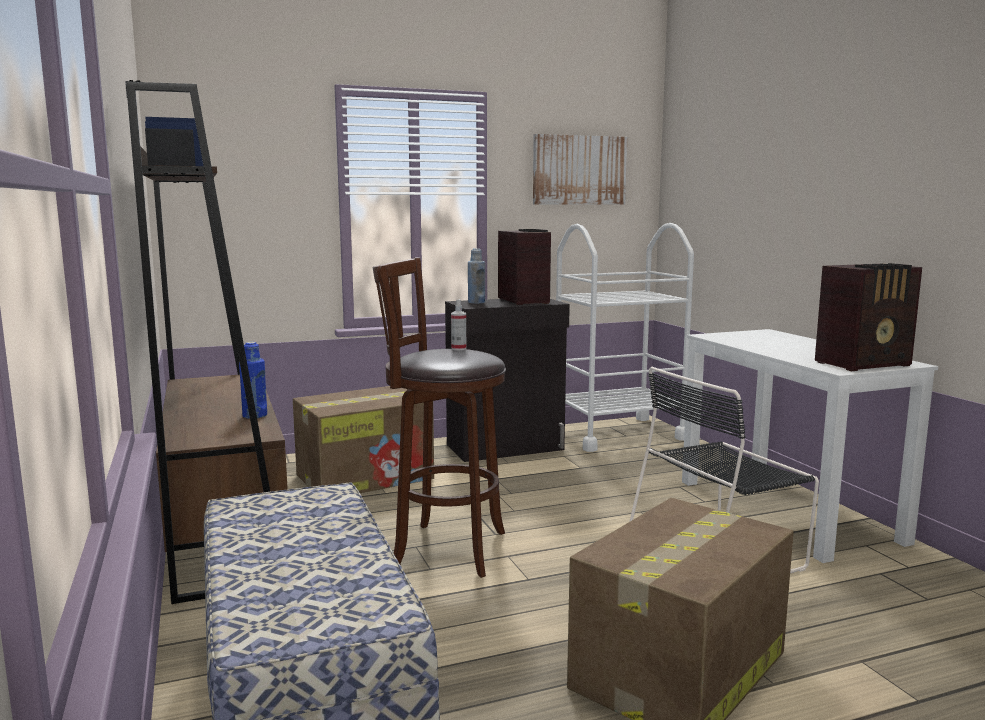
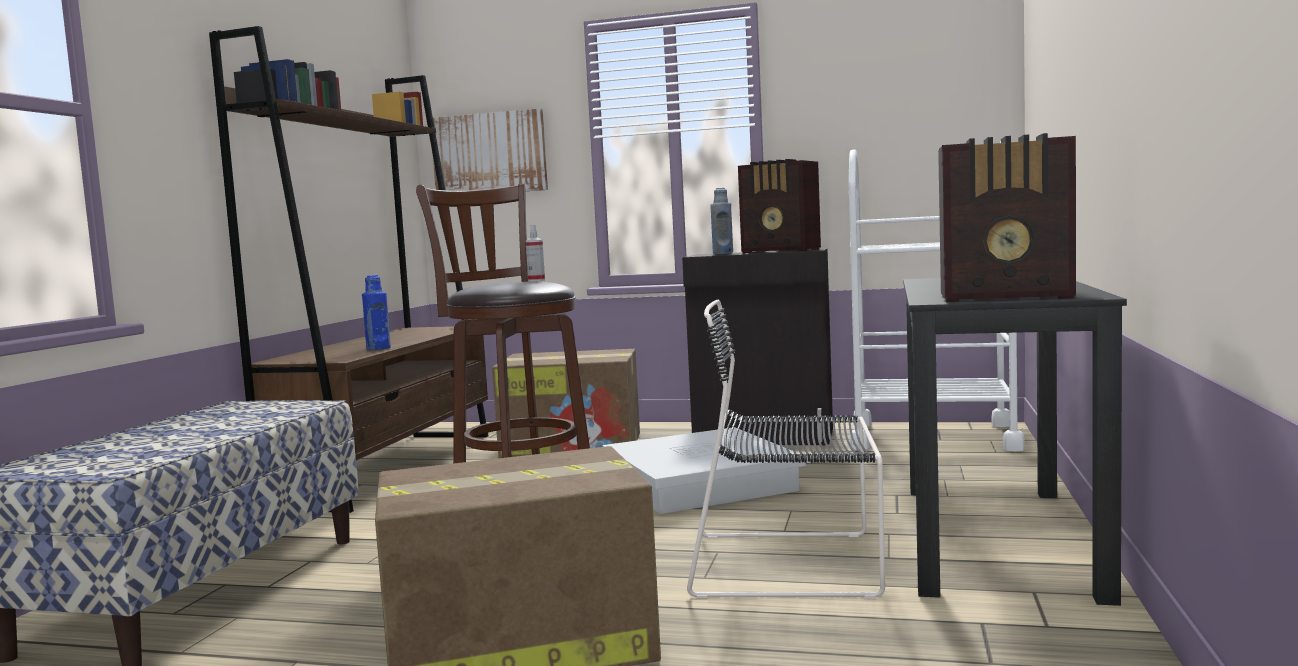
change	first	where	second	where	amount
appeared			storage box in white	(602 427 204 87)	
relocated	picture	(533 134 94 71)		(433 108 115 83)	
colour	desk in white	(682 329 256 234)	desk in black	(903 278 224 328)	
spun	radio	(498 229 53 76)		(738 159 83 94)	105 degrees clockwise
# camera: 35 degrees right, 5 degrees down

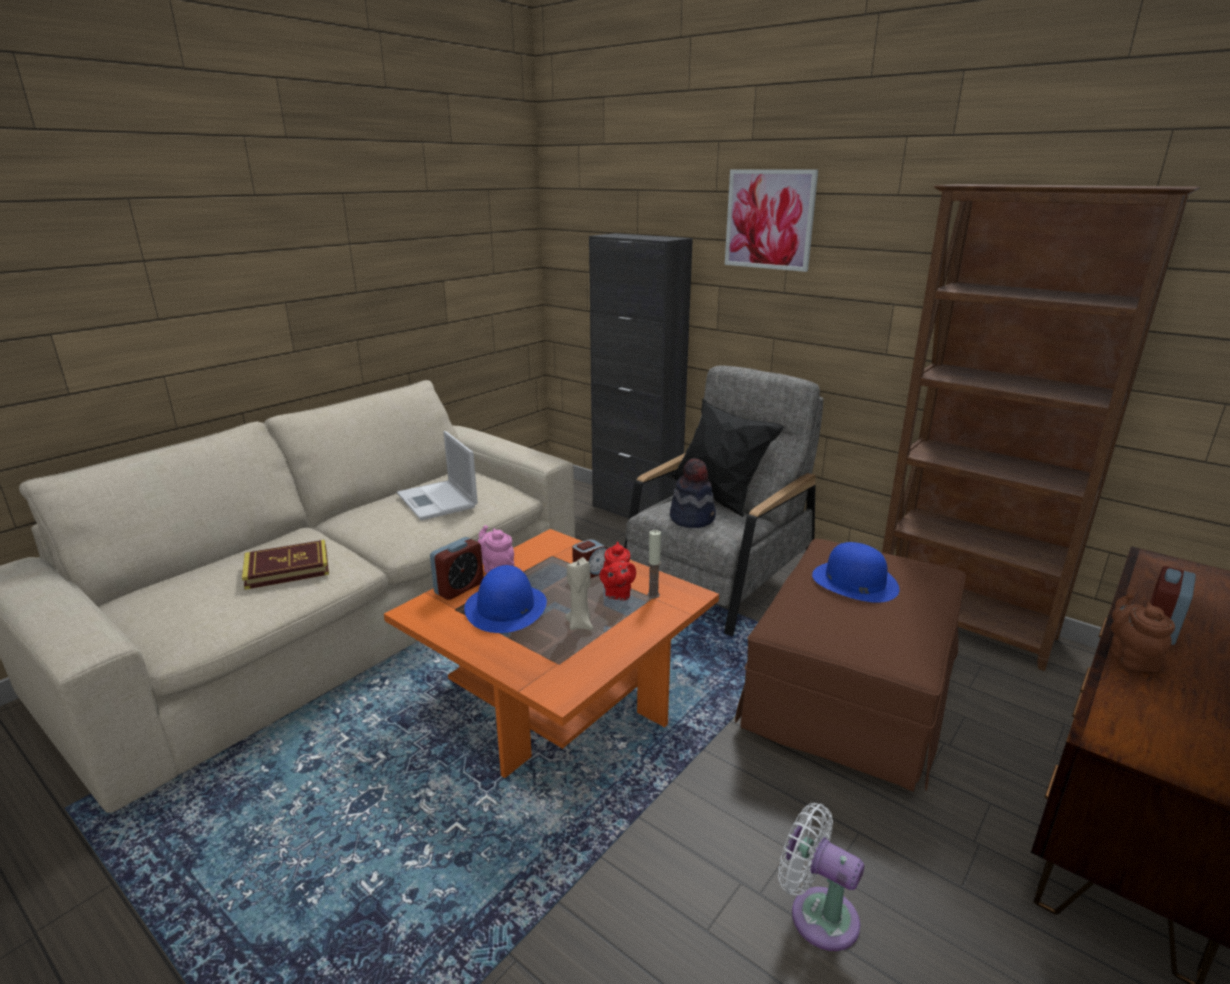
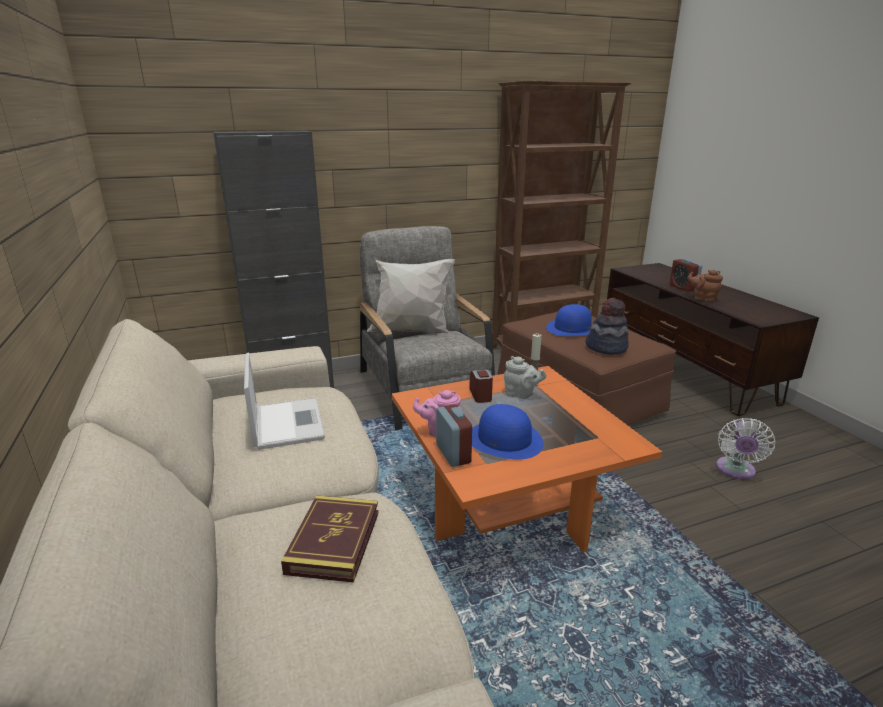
change	first	where	second	where	amount
missing	candle in beige	(565 557 28 73)			
missing	picture	(725 169 93 103)			
relocated	hat	(670 458 46 70)		(586 298 43 57)	
colour	teapot in red	(599 542 37 58)	teapot in grey	(504 356 43 43)	
colour	pillow in black	(667 398 117 119)	pillow in white	(367 259 88 74)	
spun	laptop	(397 431 81 90)		(244 353 81 97)	105 degrees counterclockwise
spun	fan in white	(778 803 86 148)		(716 418 59 62)	45 degrees counterclockwise
# camera: 60 degrees left, 0 degrees up

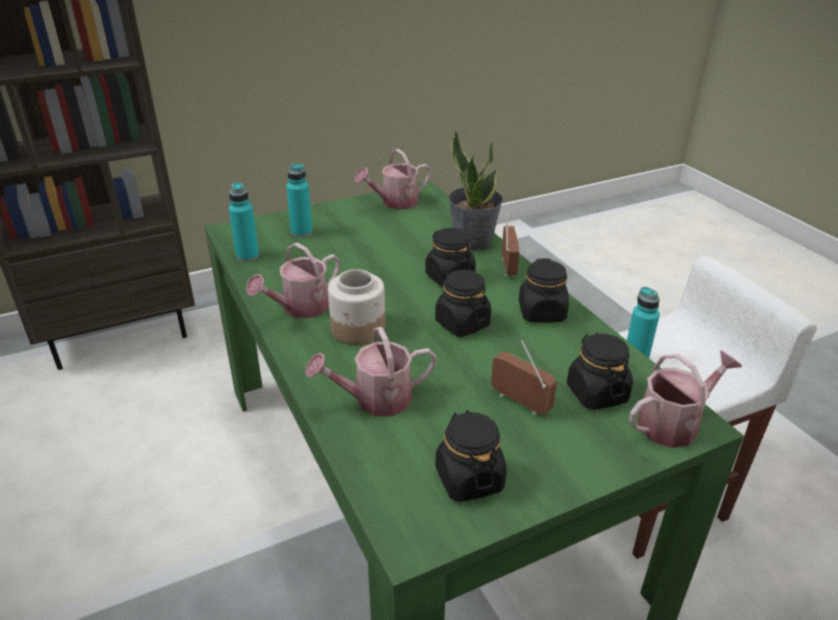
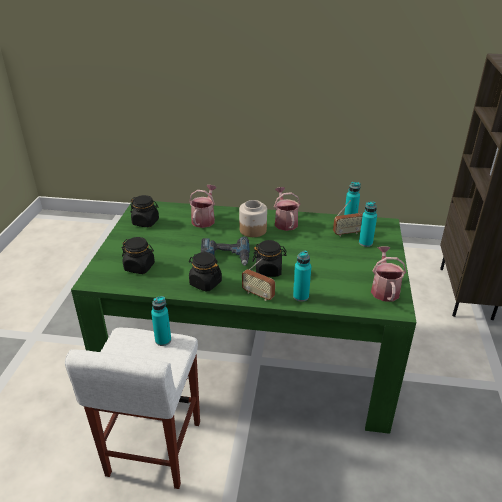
change	first	where	second	where	amount
missing	watering can	(629 350 113 98)			
relocated	radio	(491 340 66 75)		(333 200 30 36)	
exchanged	jar in black	(435 270 56 67)	power drill	(201 236 49 30)	
exchanged	potted plant	(448 130 55 121)	bottle in turquoise	(293 250 18 52)	
# camera: 125 degrees right, 0 degrees up

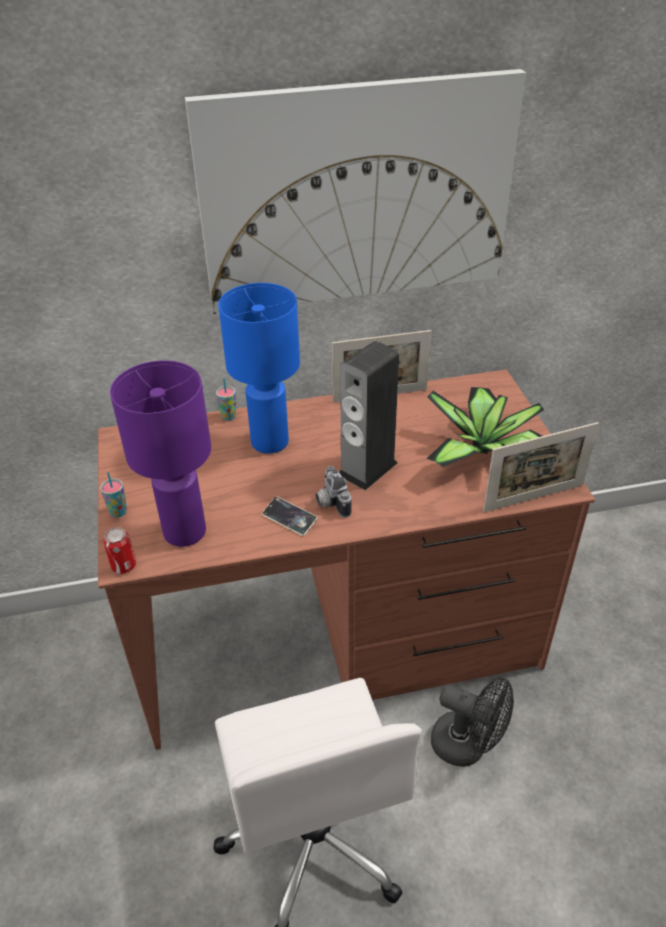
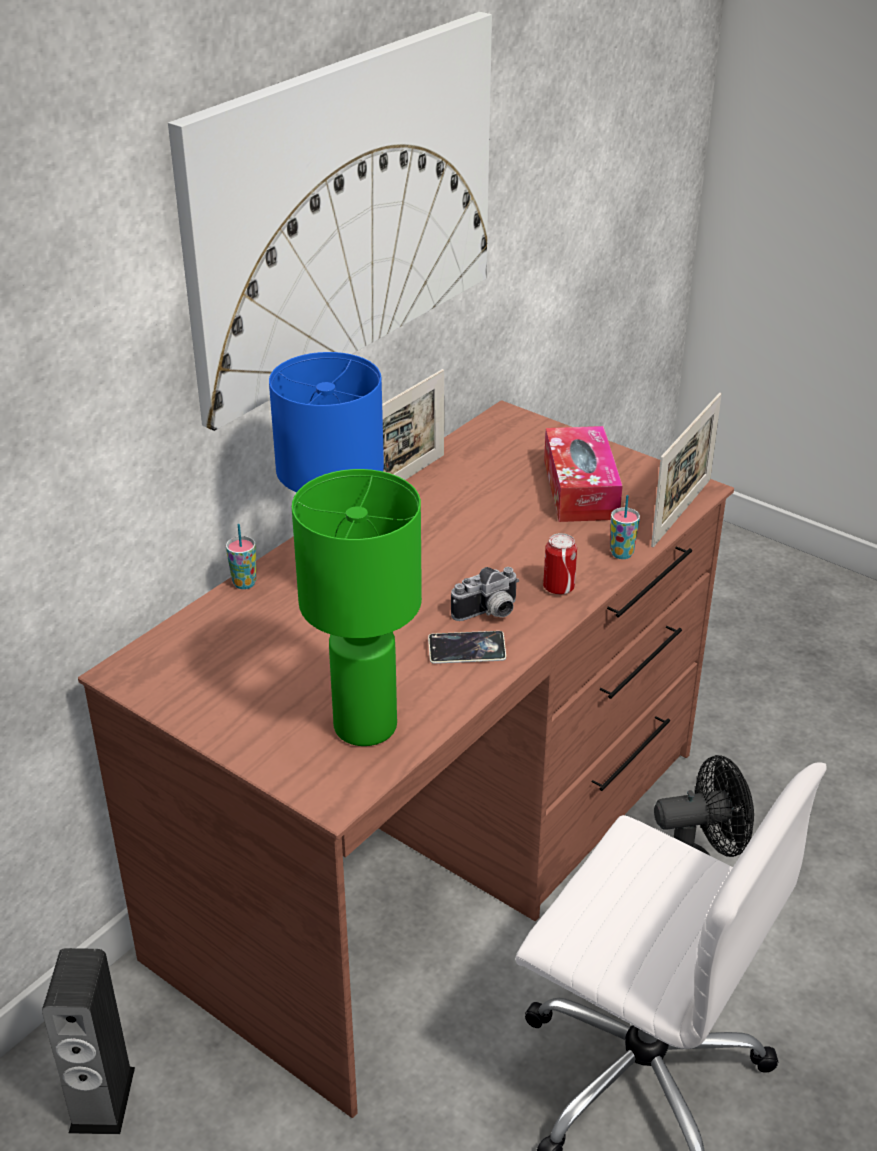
change	first	where	second	where	amount
relocated	cup	(100 472 27 45)		(610 495 30 64)	
relocated	can	(104 527 32 47)		(543 533 34 62)	
relocated	speaker	(339 341 60 149)		(42 948 93 186)	
exchanged	potted plant	(427 387 117 80)	tissue box	(544 426 79 96)	
colour	table lamp in purple	(110 360 101 187)	table lamp in green	(292 469 130 277)	
spun	photo camera	(316 466 35 52)		(451 567 68 54)	60 degrees counterclockwise
# camera: 40 degrees left, 5 degrees down

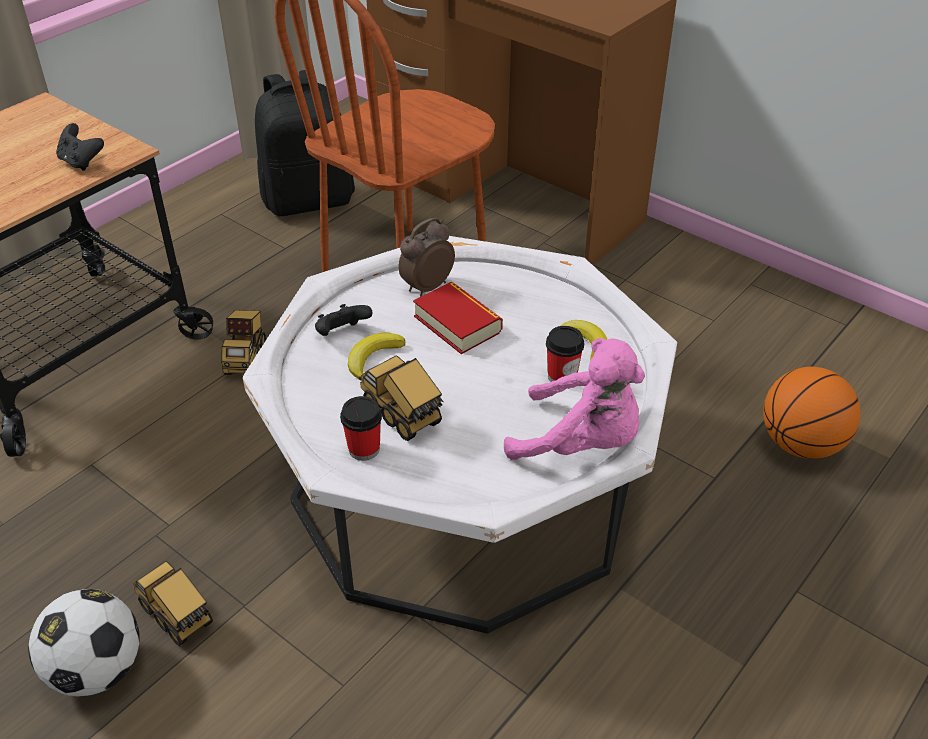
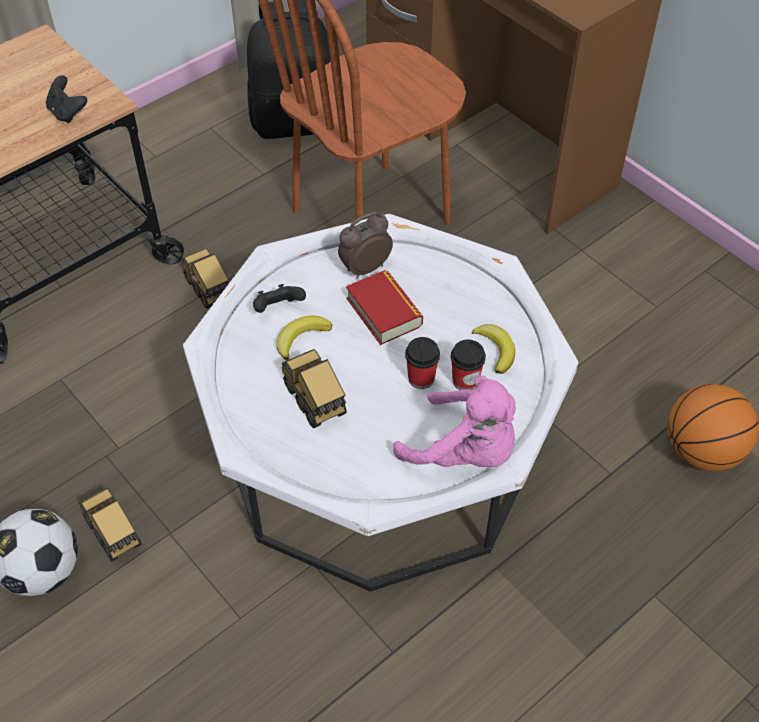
change	first	where	second	where	amount
relocated	cup	(340 396 42 65)		(405 337 35 52)	
spun	toy truck	(221 310 45 65)		(182 248 47 61)	135 degrees clockwise
# camera: 10 degrees right, 10 degrees up

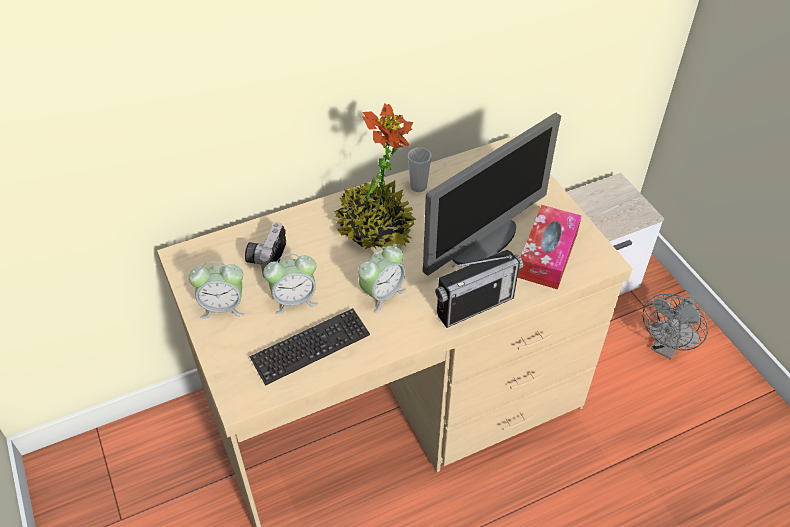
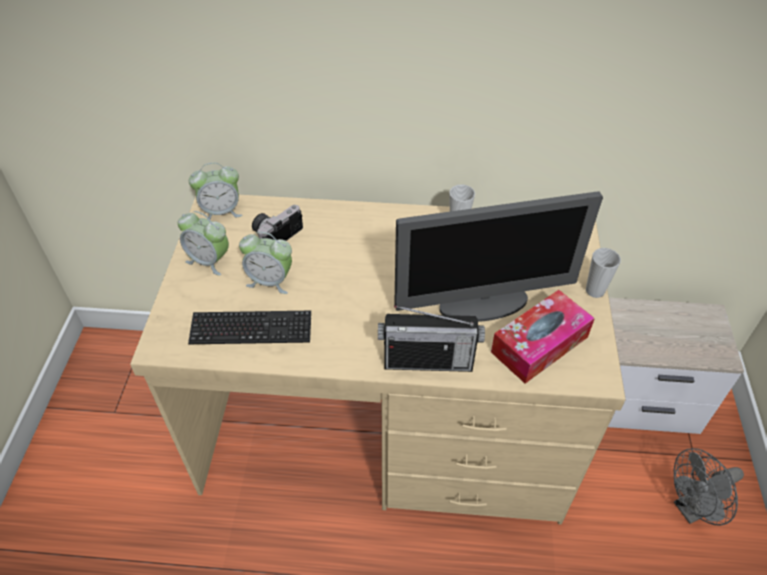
change	first	where	second	where	amount
missing	potted plant	(332 103 84 147)			
appeared			cup	(586 248 35 50)	
relocated	alarm clock	(358 246 48 66)		(189 163 54 57)	
# camera: 30 degrees right, 0 degrees up

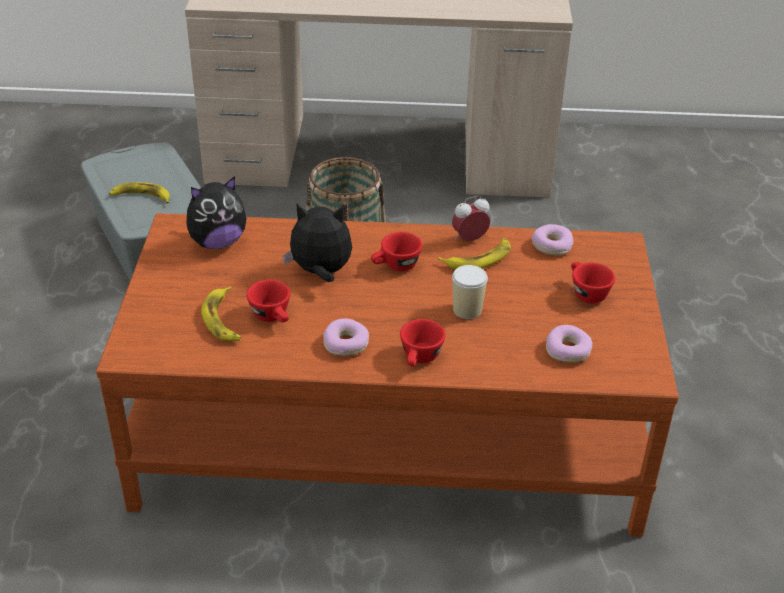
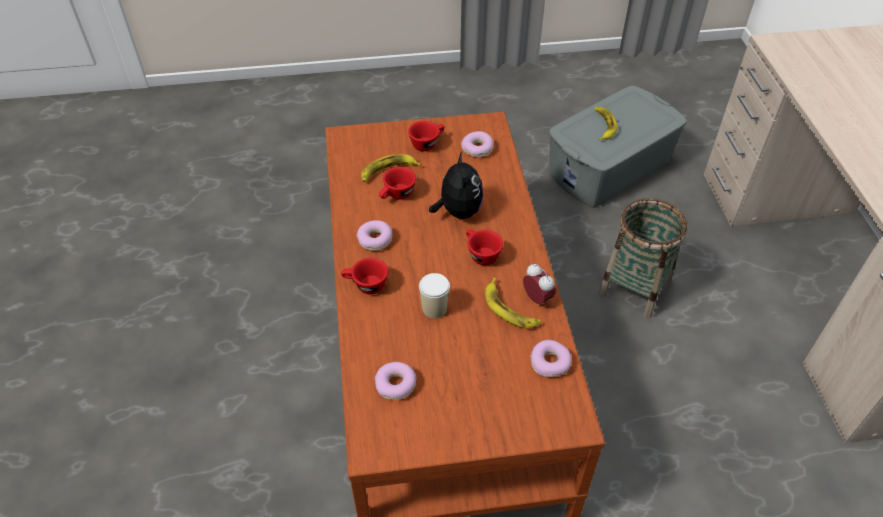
change	first	where	second	where	amount
relocated	cup in red	(571 262 44 42)		(408 121 36 30)	
exchanged	plush toy	(186 176 61 73)	donut	(461 131 32 26)	
# camera: 80 degrees right, 10 degrees up

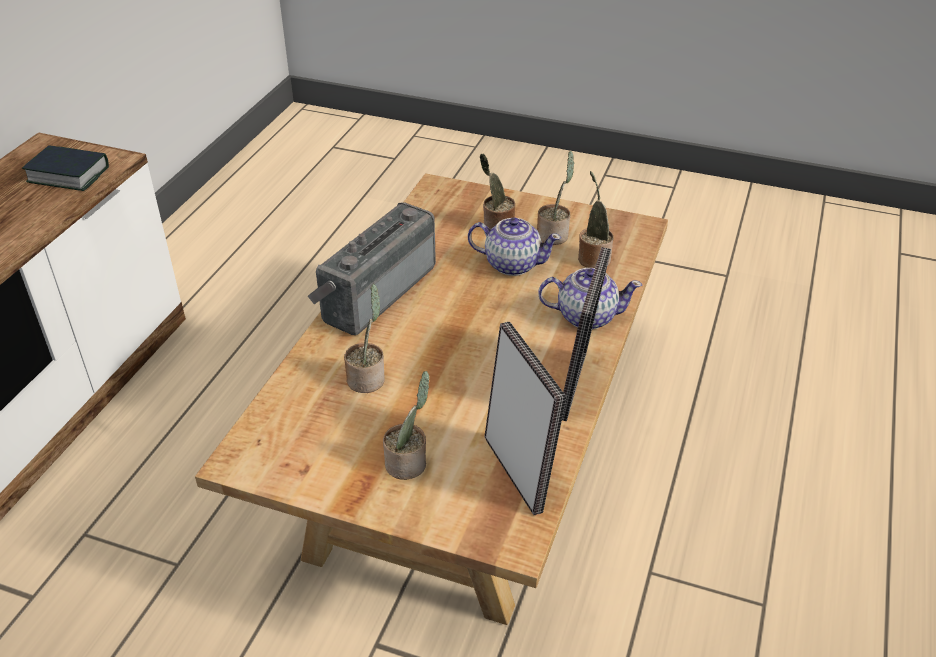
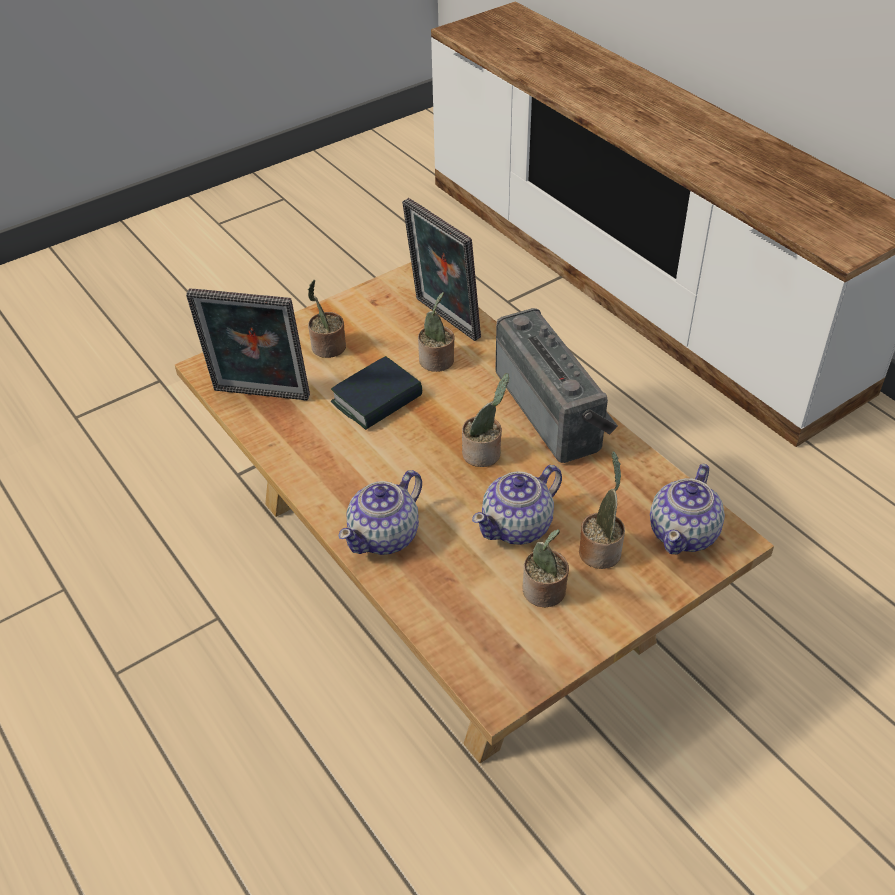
change	first	where	second	where	amount
appeared			teapot	(650 464 75 90)	
relocated	book	(22 145 87 46)		(331 356 91 74)	
relocated	picture frame	(562 247 49 174)		(402 198 79 143)	
relocated	potted plant	(578 171 35 97)		(462 373 47 94)	
# camera: 125 degrees right, 5 degrees up

